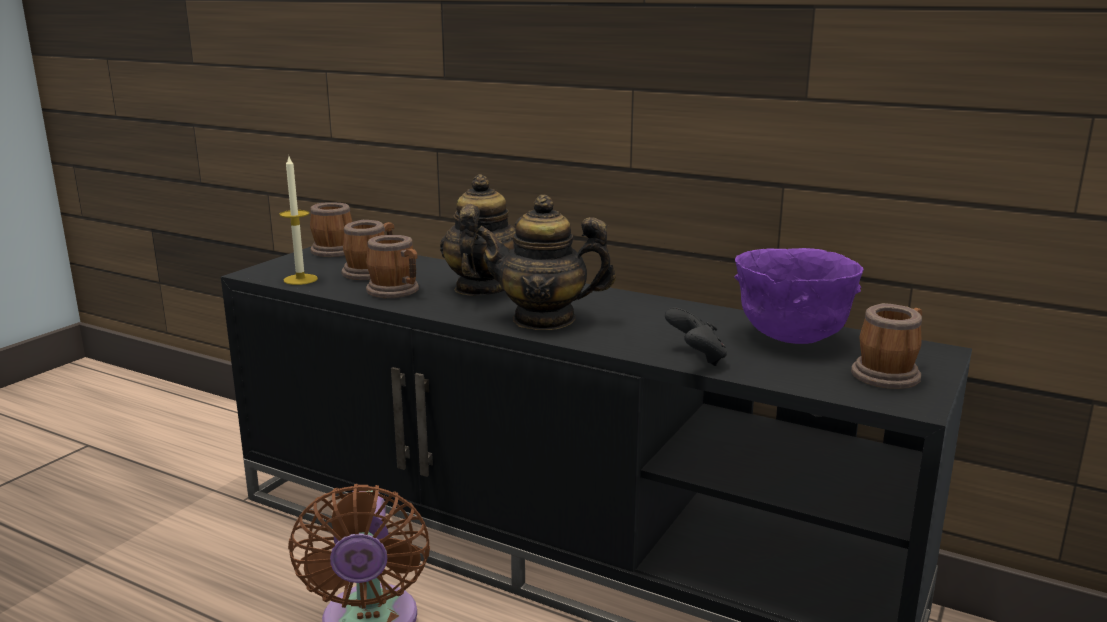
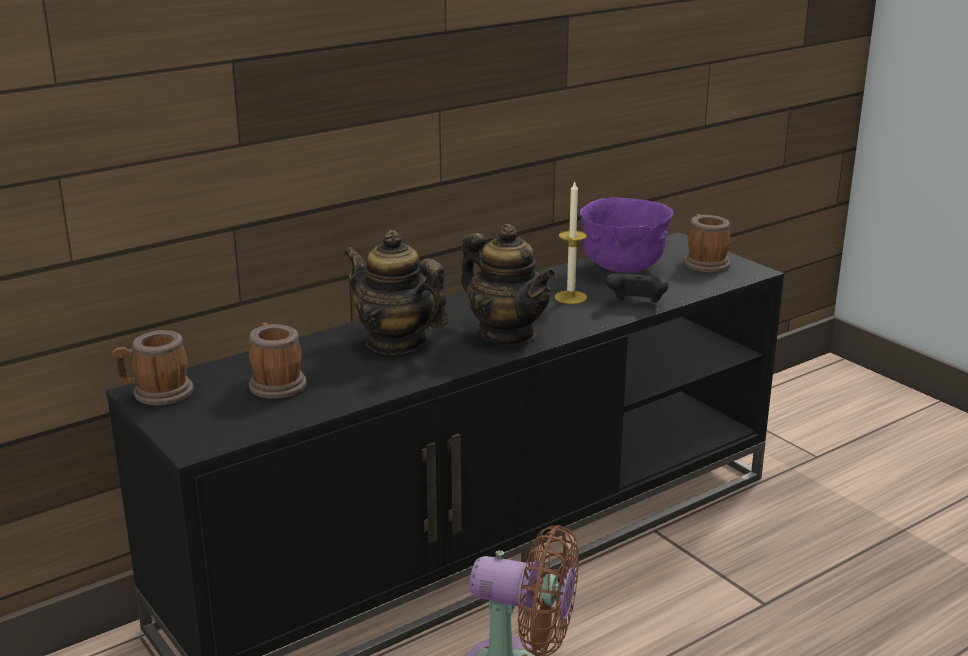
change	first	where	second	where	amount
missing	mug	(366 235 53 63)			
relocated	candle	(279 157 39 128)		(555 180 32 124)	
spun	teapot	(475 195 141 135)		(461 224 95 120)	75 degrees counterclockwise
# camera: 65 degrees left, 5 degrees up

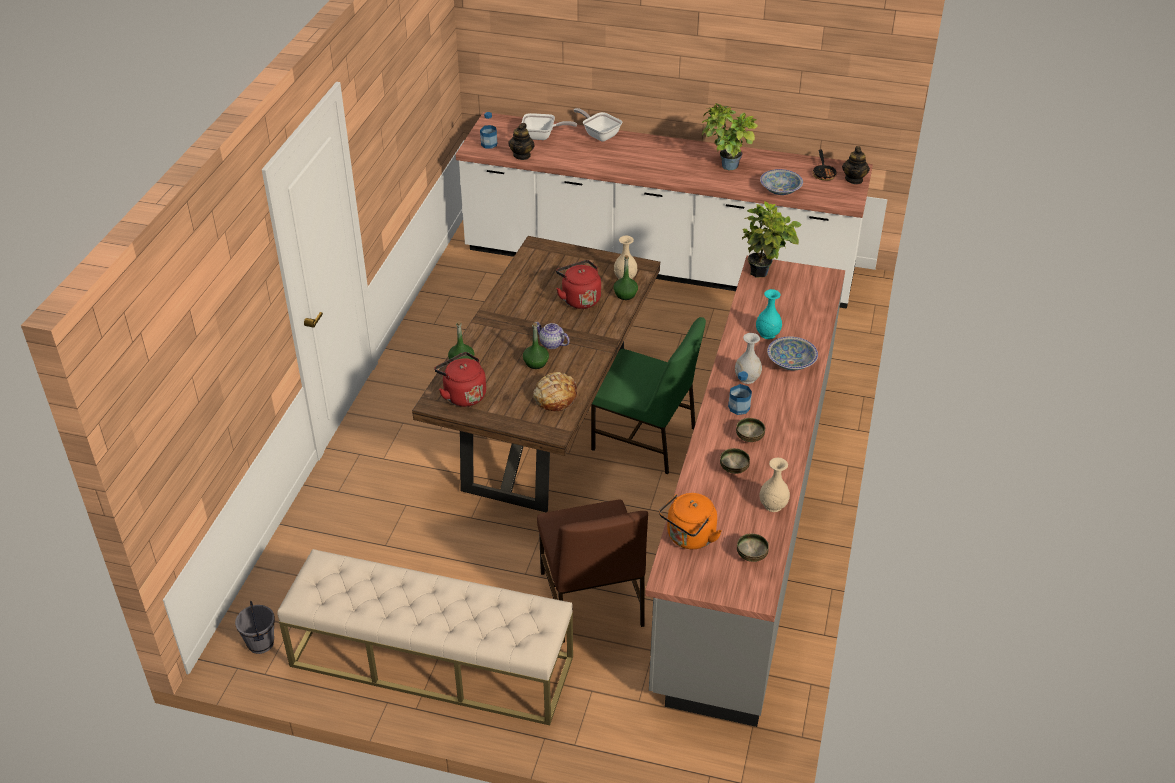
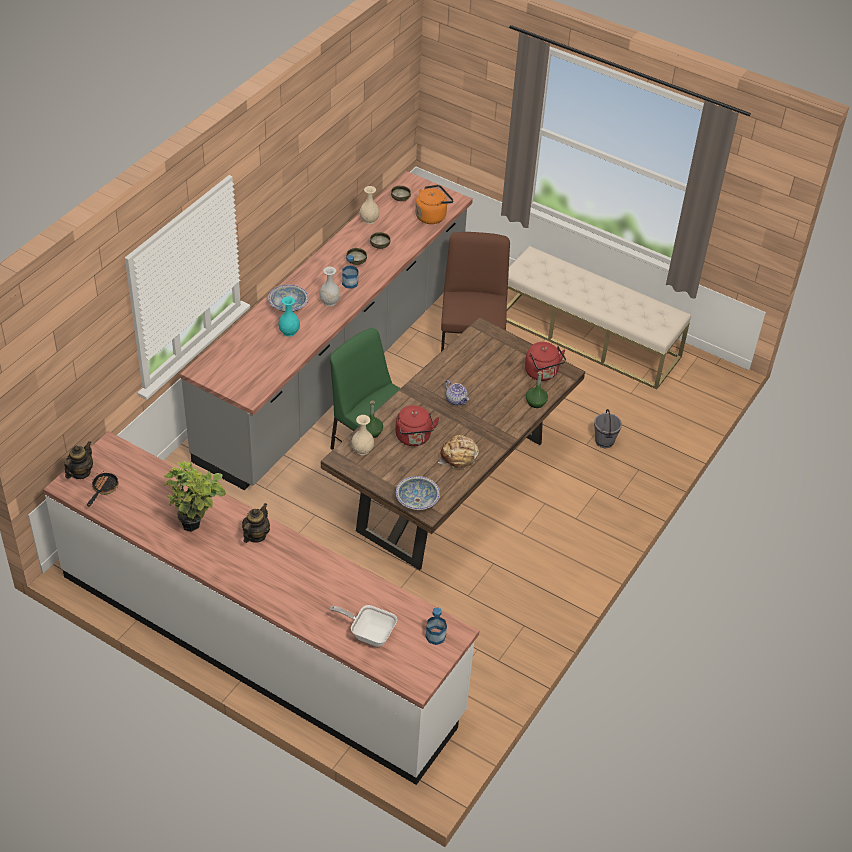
change	first	where	second	where	amount
missing	bottle in green	(523 323 26 46)			
missing	frying pan	(574 108 48 34)			
missing	potted plant	(742 201 60 77)			
relocated	bucket in grey	(235 601 40 53)		(594 409 28 39)	
relocated	teapot	(508 123 27 37)		(242 503 28 40)	
relocated	bread	(533 372 44 39)		(438 435 41 34)	
relocated	bowl	(760 169 43 26)		(396 476 44 34)	
# camera: 165 degrees left, 5 degrees up

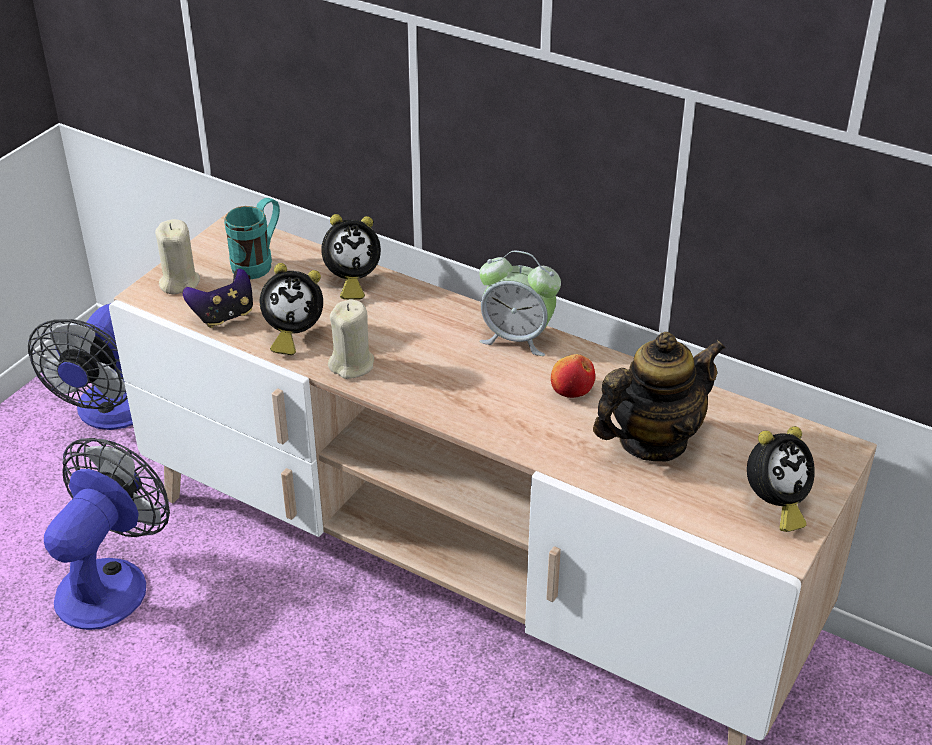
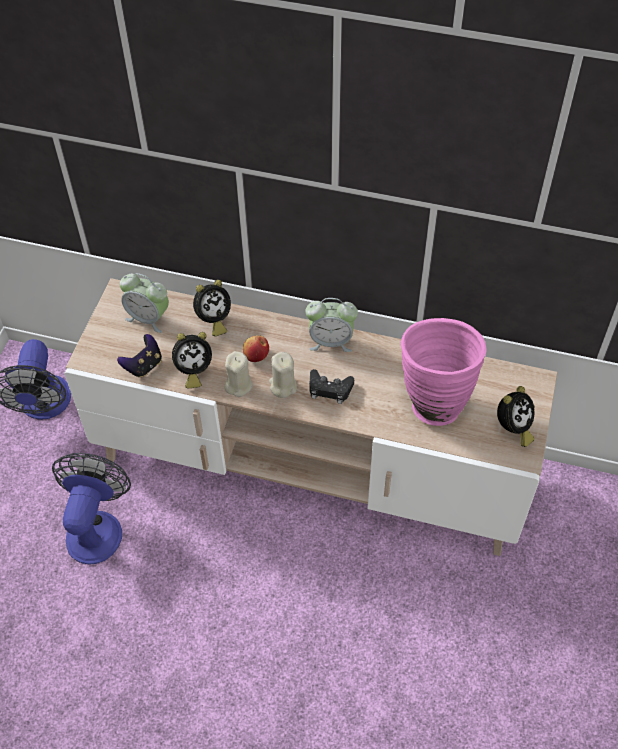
change	first	where	second	where	amount
appeared			game controller in black	(309 369 45 35)	
relocated	candle in beige	(155 219 45 76)		(269 352 28 46)	
relocated	apple	(551 354 44 44)		(243 335 26 27)	
exchanged	mug in turquoise	(224 198 56 81)	alarm clock	(119 273 50 60)	
exchanged	teapot	(593 332 132 129)	vase in pink	(401 318 86 108)	
# camera: 15 degrees left, 15 degrees up

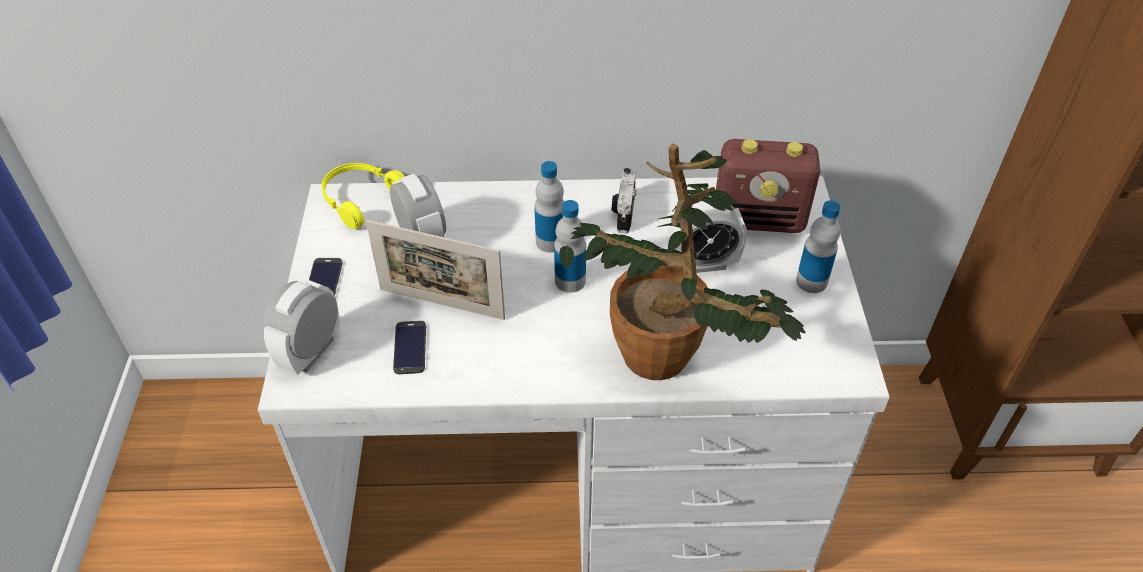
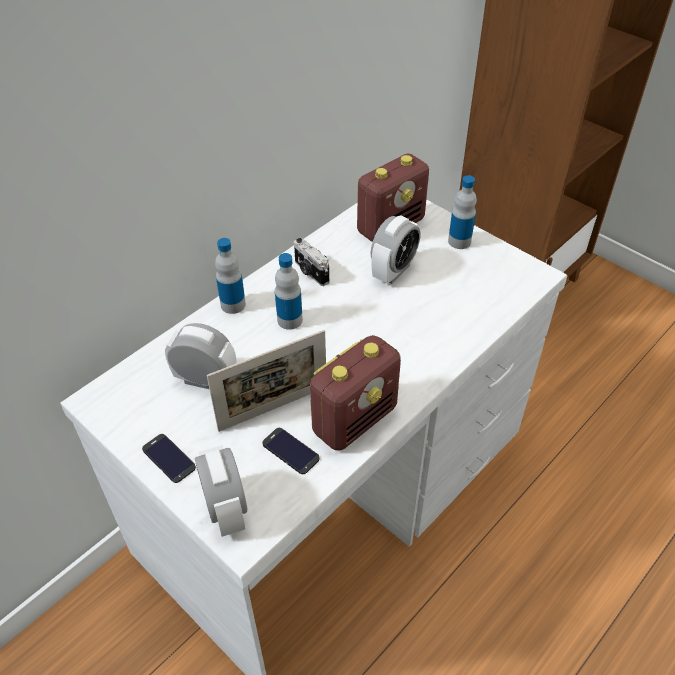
change	first	where	second	where	amount
missing	headphones in yellow	(322 163 83 66)			
missing	potted plant	(559 143 247 237)			
appeared			radio	(310 335 91 115)	
relocated	bottle	(554 200 32 93)		(215 238 31 76)	
# camera: 45 degrees left, 0 degrees up

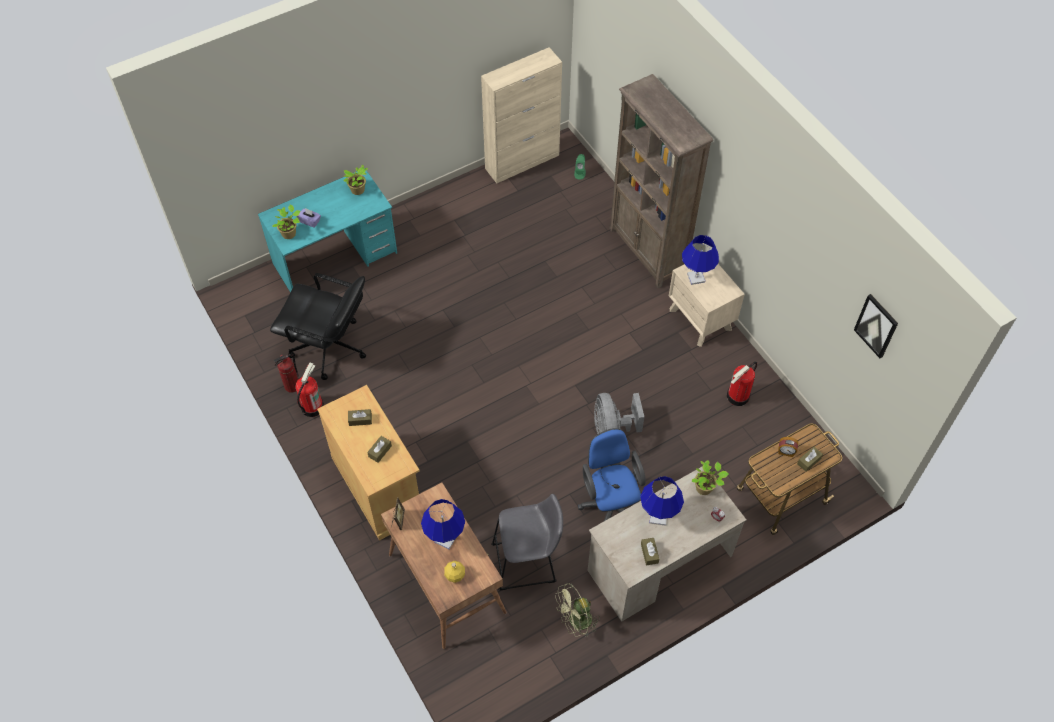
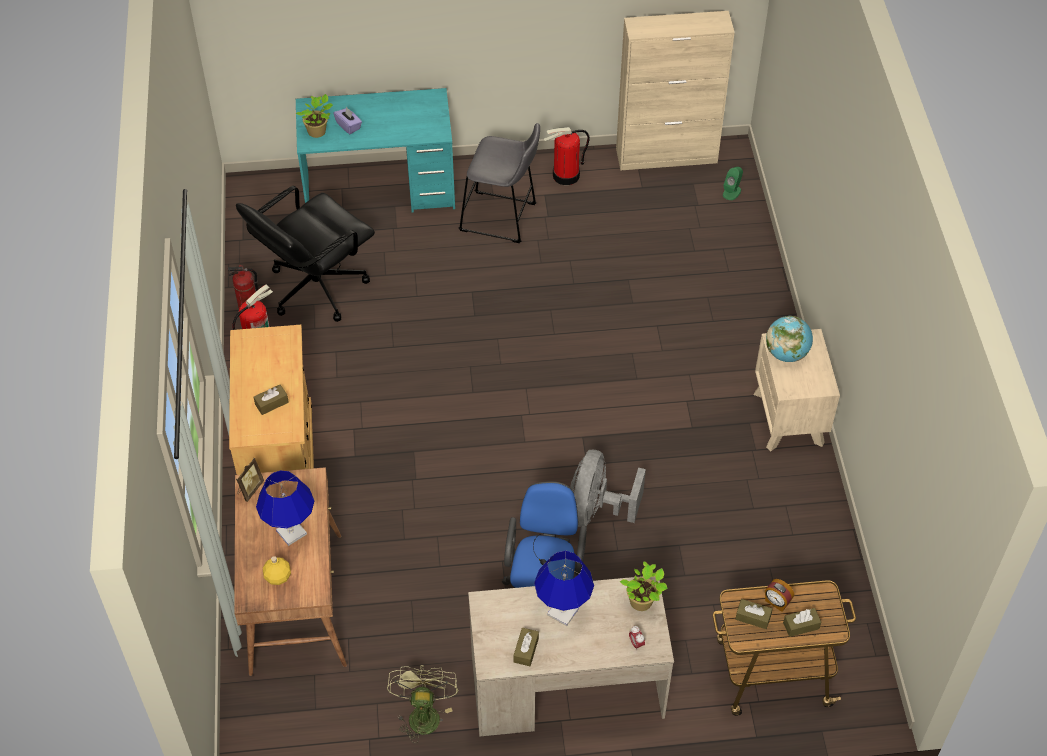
change	first	where	second	where	amount
missing	potted plant	(343 164 25 31)			
missing	bookcase in brown	(610 74 104 214)			
missing	picture	(854 294 44 64)			
relocated	tissue box in brown	(348 409 24 17)		(735 599 37 30)	
relocated	stool in grey	(491 494 72 97)		(458 123 82 120)	
relocated	fire extinguisher	(727 362 30 44)		(544 127 46 58)	
exchanged	table lamp in blue	(682 235 37 50)	globe	(766 316 47 46)	
spun	office chair in black	(270 273 96 107)		(236 186 139 136)	90 degrees clockwise
spun	fan in green	(555 583 45 54)		(387 665 71 78)	90 degrees clockwise
# camera: 25 degrees right, 5 degrees down

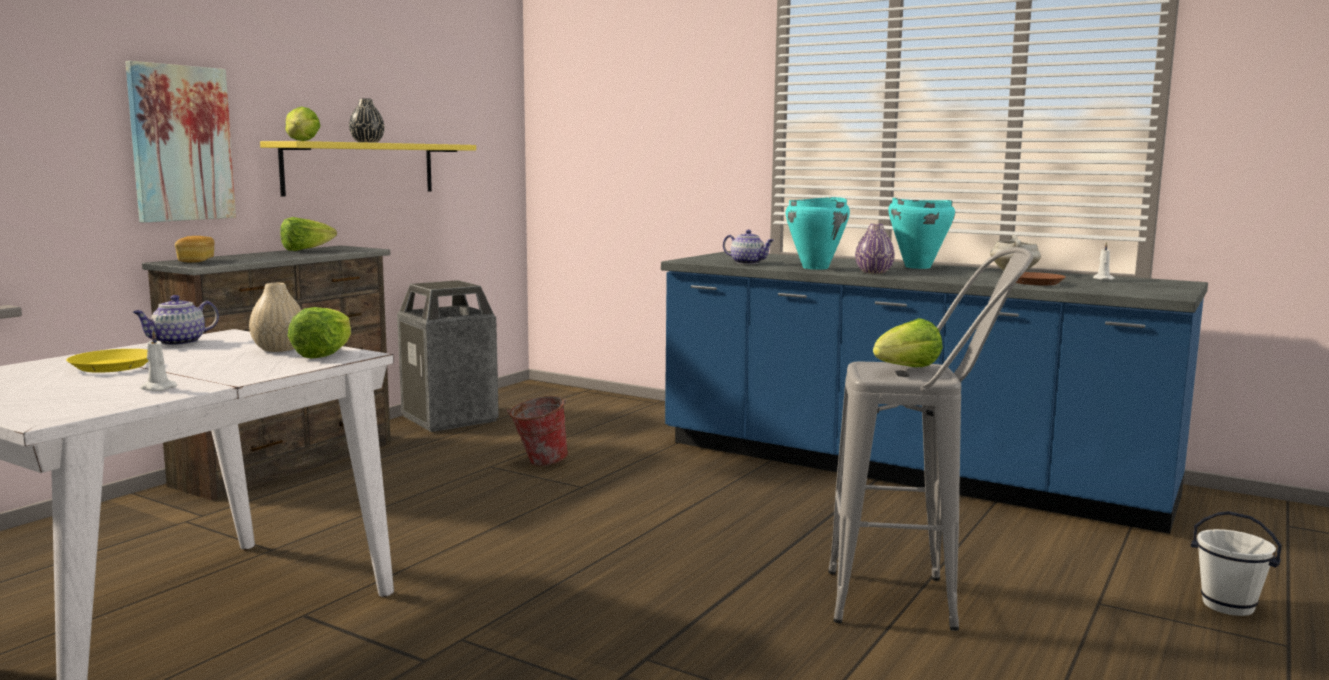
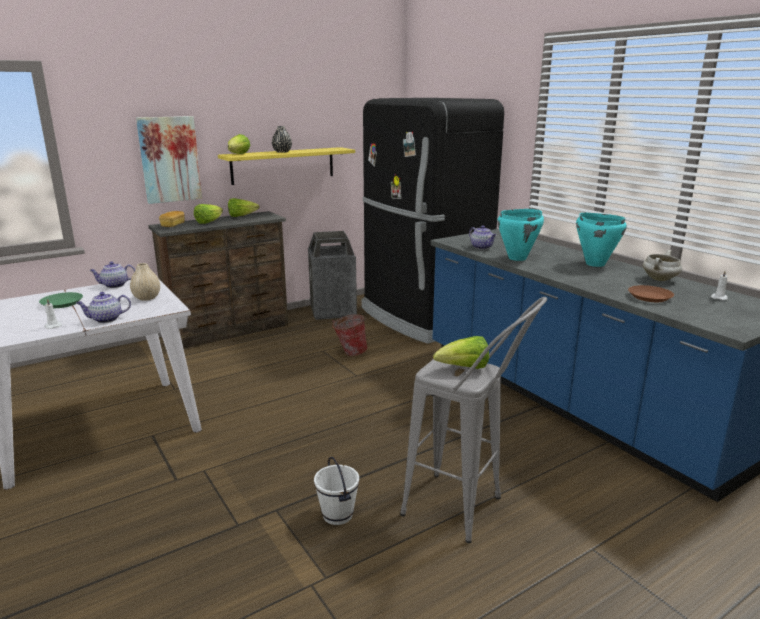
change	first	where	second	where	amount
missing	vase in purple	(855 224 40 50)			
appeared			teapot	(77 292 54 31)	
appeared			fridge in black	(362 98 142 246)	
relocated	lettuce	(288 307 63 52)		(194 204 29 20)	
relocated	bucket in white	(1191 511 91 105)		(314 457 45 68)	
colour	plate in yellow	(66 349 82 24)	plate in green	(39 292 44 16)	
# camera: 25 degrees right, 10 degrees up

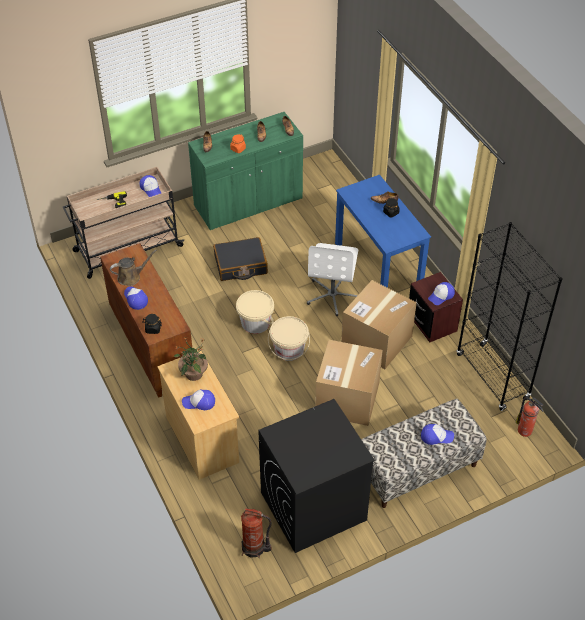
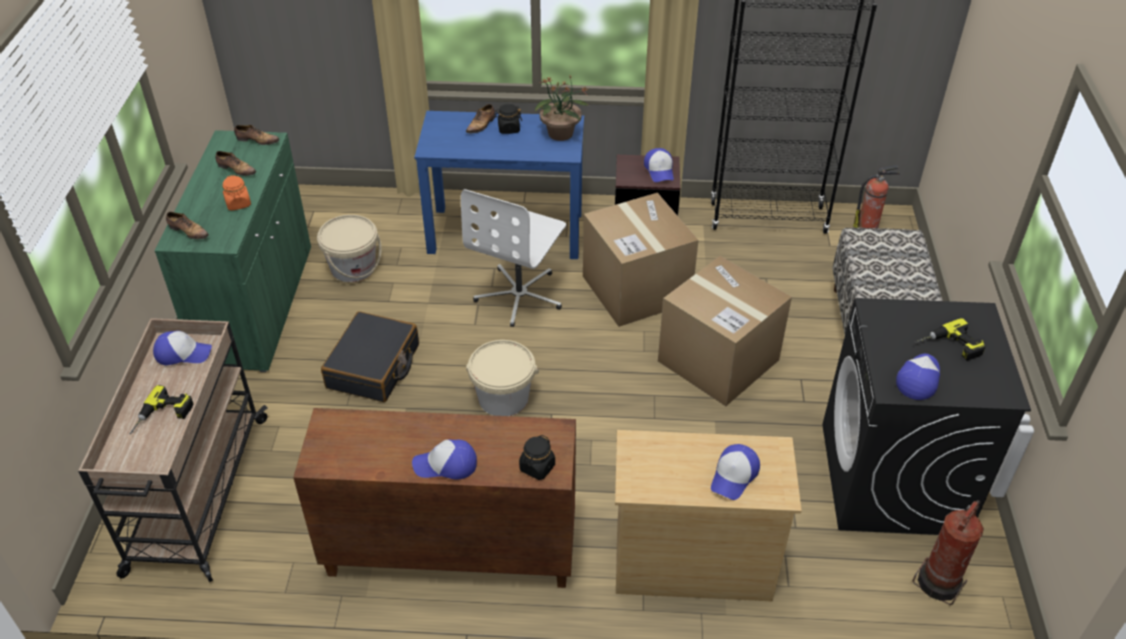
change	first	where	second	where	amount
missing	watering can in brown	(110 249 47 37)			
appeared			power drill	(914 318 72 43)	
relocated	potted plant	(173 337 35 44)		(535 75 54 66)	
relocated	bucket in beige	(268 316 42 45)		(317 215 64 67)	
relocated	cap	(421 424 33 21)		(896 354 44 46)	
spun	office chair in white	(307 243 51 73)		(461 189 105 138)	75 degrees clockwise
# camera: 60 degrees left, 5 degrees down

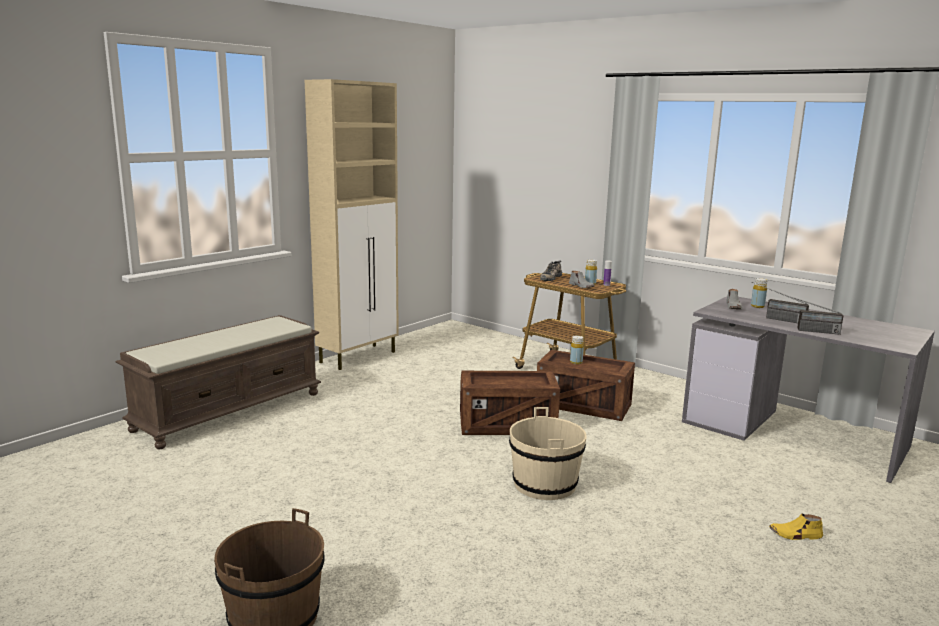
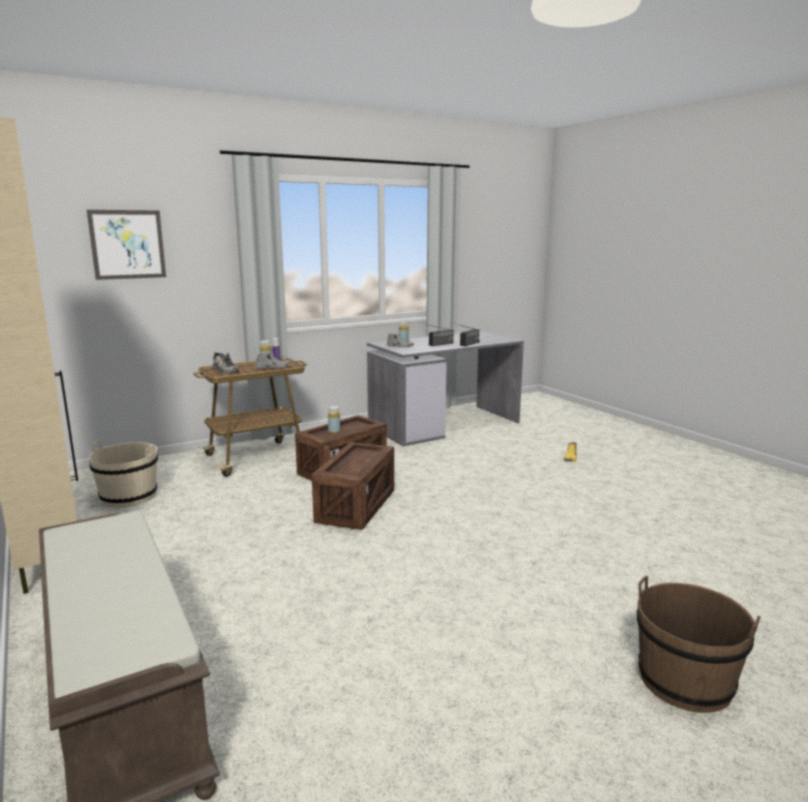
change	first	where	second	where	amount
appeared			picture	(87 210 79 70)	
relocated	bucket in beige	(509 407 78 93)		(89 440 69 68)	
# camera: 70 degrees left, 0 degrees up

